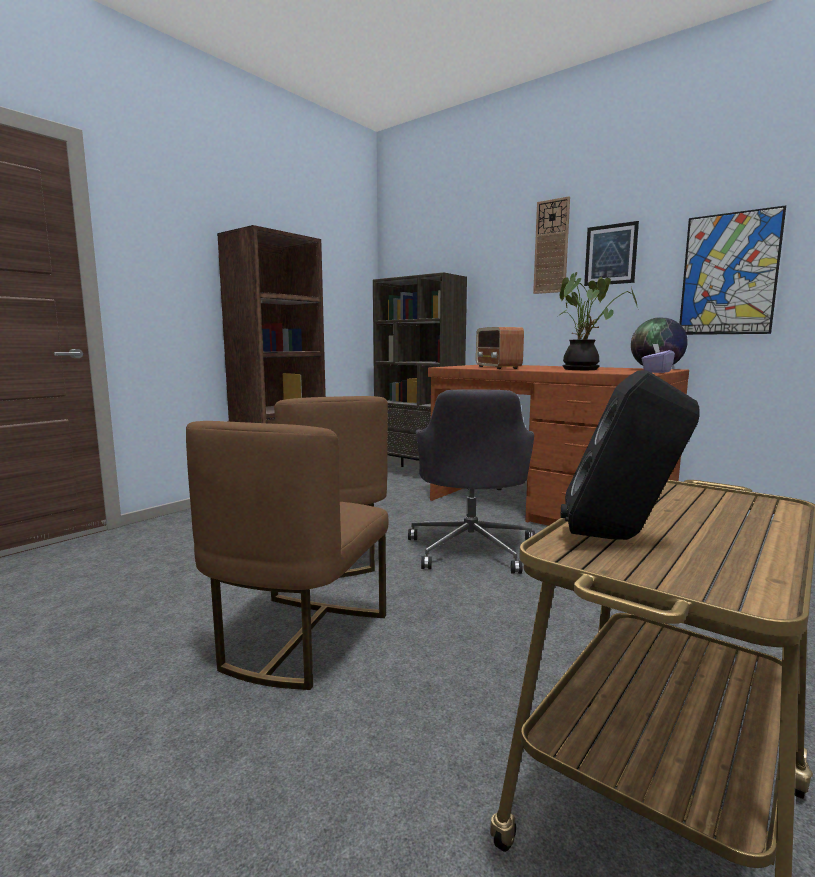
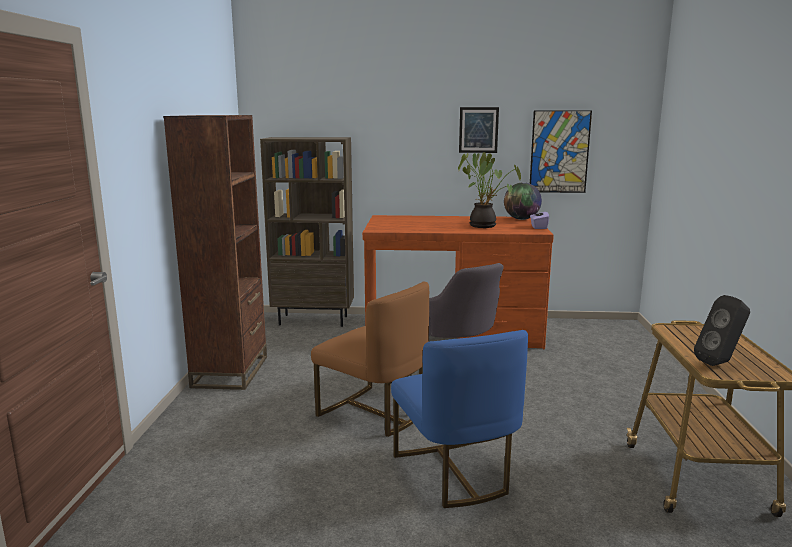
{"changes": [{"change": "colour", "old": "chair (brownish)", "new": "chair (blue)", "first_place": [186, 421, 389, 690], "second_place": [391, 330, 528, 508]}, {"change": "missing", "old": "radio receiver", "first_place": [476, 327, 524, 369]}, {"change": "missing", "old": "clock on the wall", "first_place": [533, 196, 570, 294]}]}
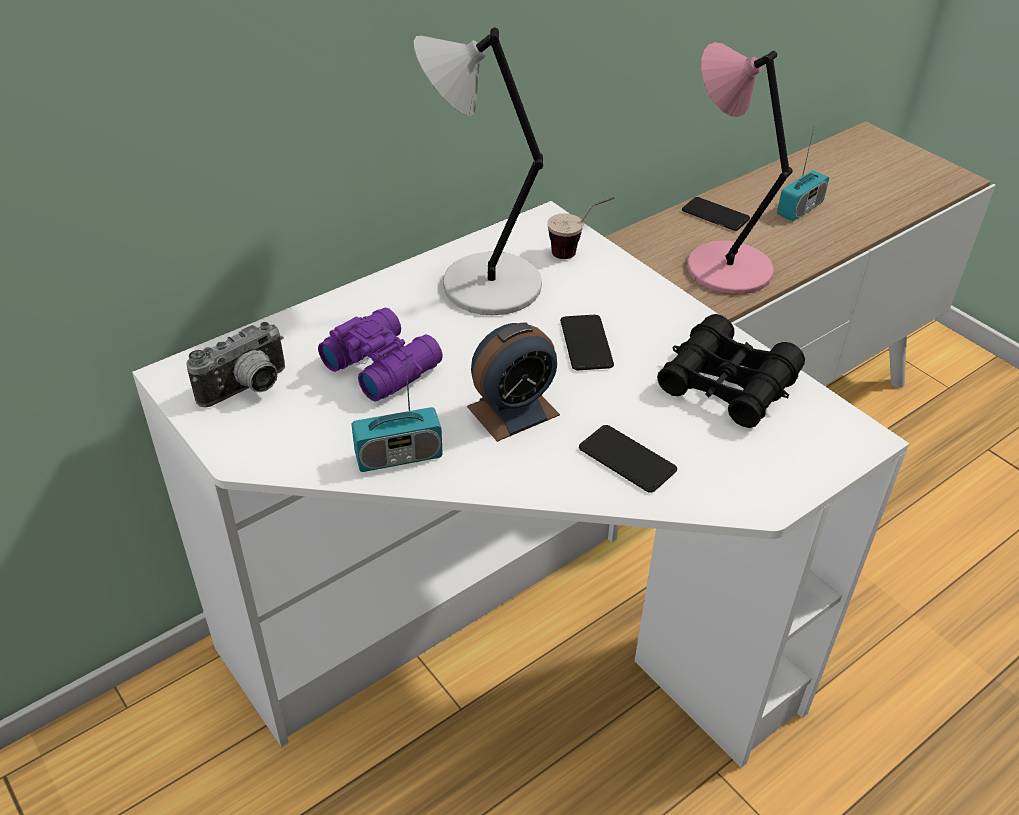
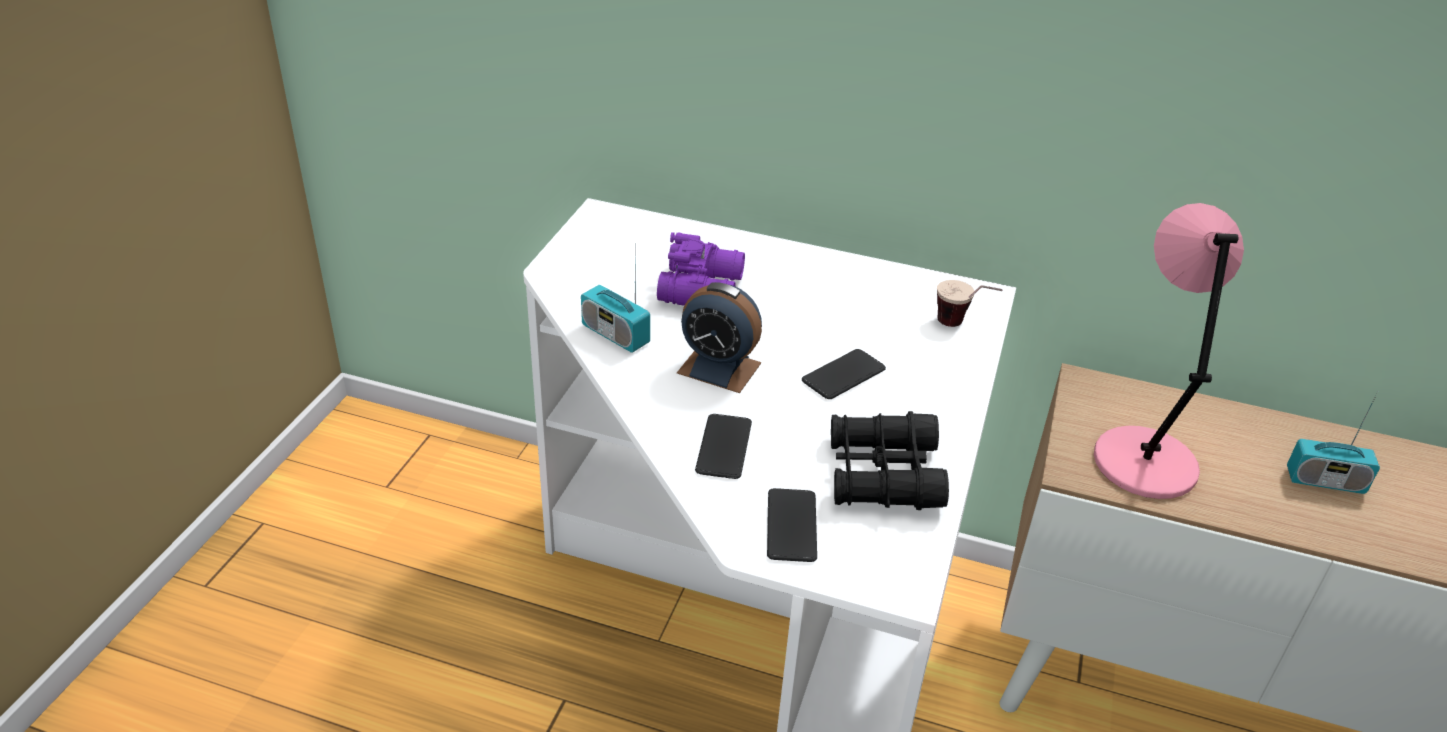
{"changes": [{"change": "missing", "old": "still camera", "first_place": [186, 322, 285, 407]}, {"change": "missing", "old": "tabletop lamp (greyish)", "first_place": [414, 28, 543, 315]}, {"change": "relocated", "old": "telephone", "first_place": [682, 197, 750, 231], "second_place": [767, 488, 817, 562]}]}
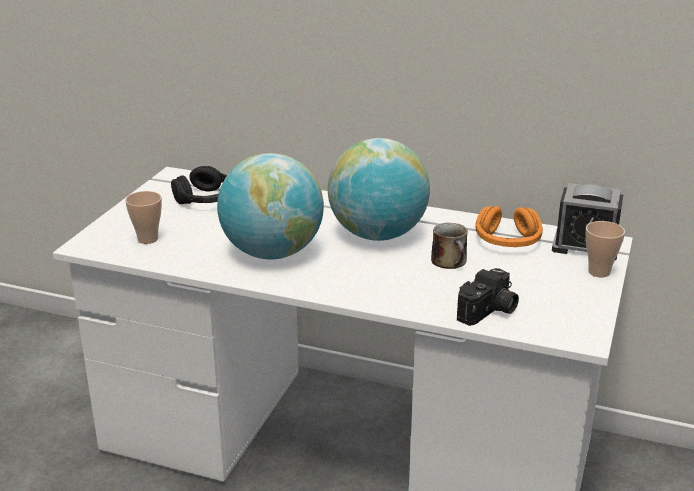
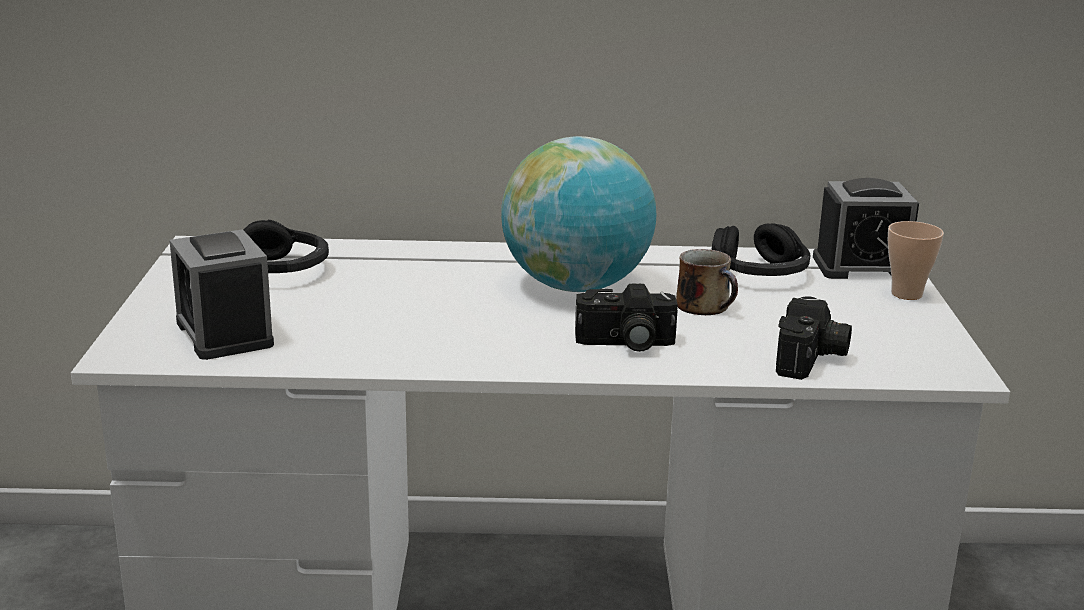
{"changes": [{"change": "exchanged", "old": "small cup", "new": "bedside clock", "first_place": [125, 191, 162, 244], "second_place": [169, 229, 274, 360]}, {"change": "missing", "old": "desk globe", "first_place": [217, 153, 324, 259]}, {"change": "colour", "old": "headphones (orange-coloured)", "new": "headphones (black-coloured)", "first_place": [475, 206, 543, 247], "second_place": [711, 223, 810, 276]}, {"change": "appeared", "new": "still camera", "second_place": [575, 284, 678, 352]}]}
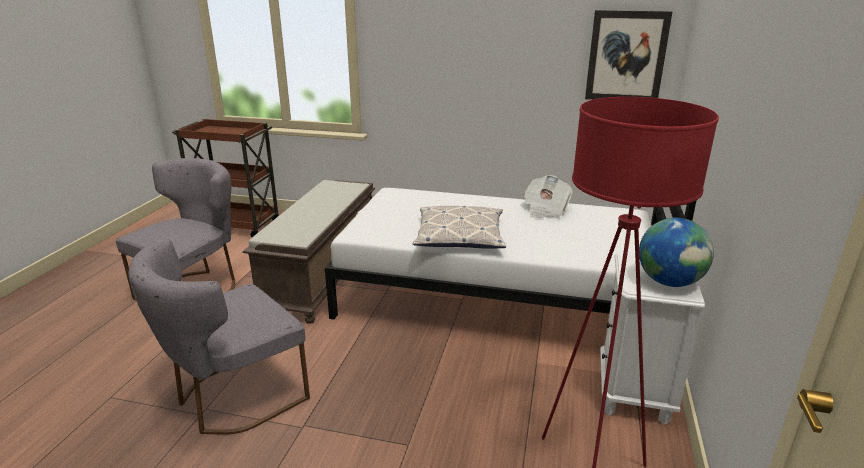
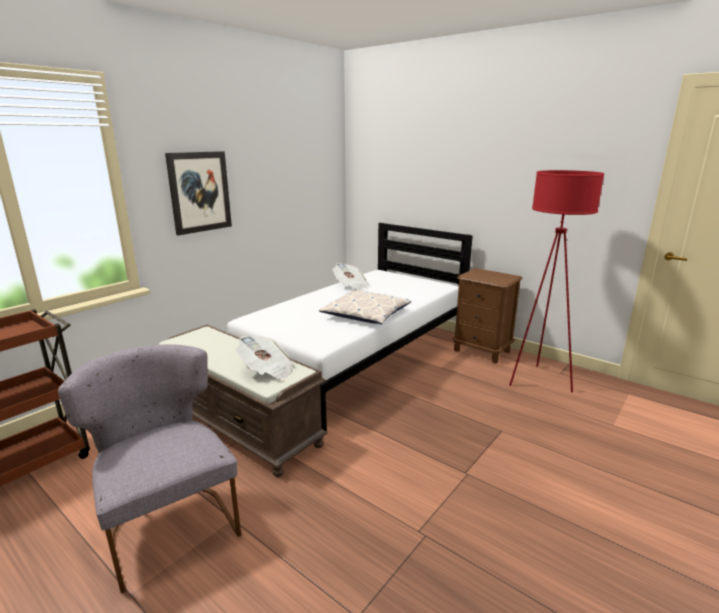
{"changes": [{"change": "missing", "old": "chair (greyish)", "first_place": [129, 238, 310, 435]}, {"change": "relocated", "old": "picture", "first_place": [585, 10, 672, 100], "second_place": [165, 151, 232, 235]}, {"change": "colour", "old": "night table (white-coloured)", "new": "night table (brownish)", "first_place": [600, 251, 705, 425], "second_place": [452, 268, 522, 363]}, {"change": "missing", "old": "desk globe", "first_place": [639, 218, 714, 287]}, {"change": "appeared", "new": "newspaper", "second_place": [236, 336, 294, 380]}]}
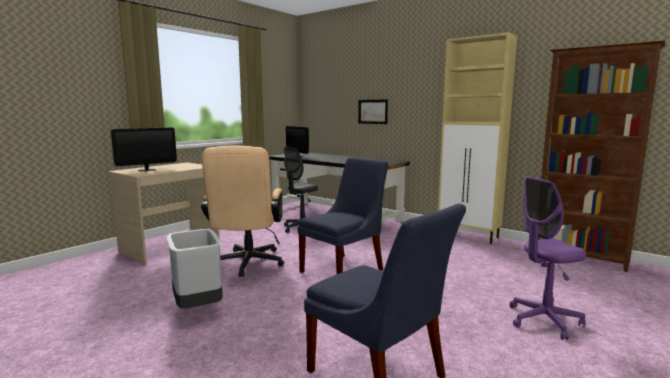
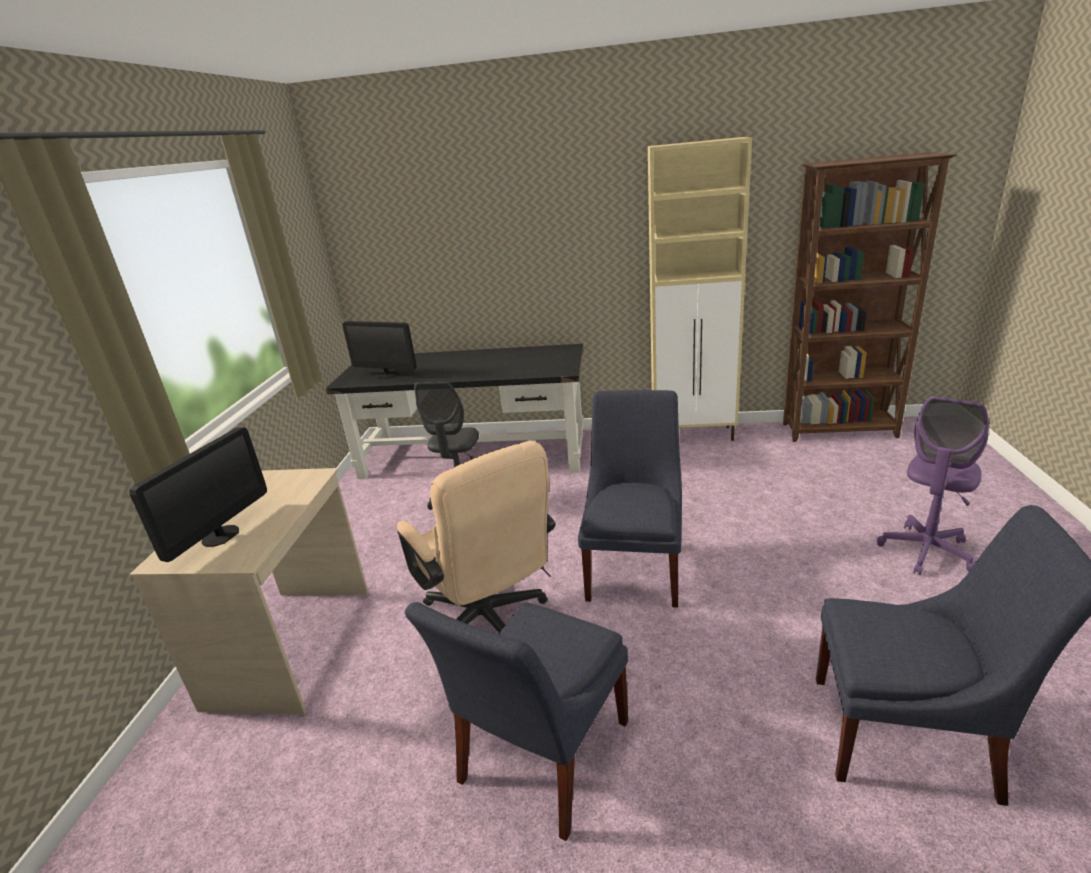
{"changes": [{"change": "exchanged", "old": "rubbish bin (greyish)", "new": "chair (blue)", "first_place": [167, 229, 223, 308], "second_place": [405, 602, 628, 841]}, {"change": "missing", "old": "picture", "first_place": [358, 99, 388, 124]}]}
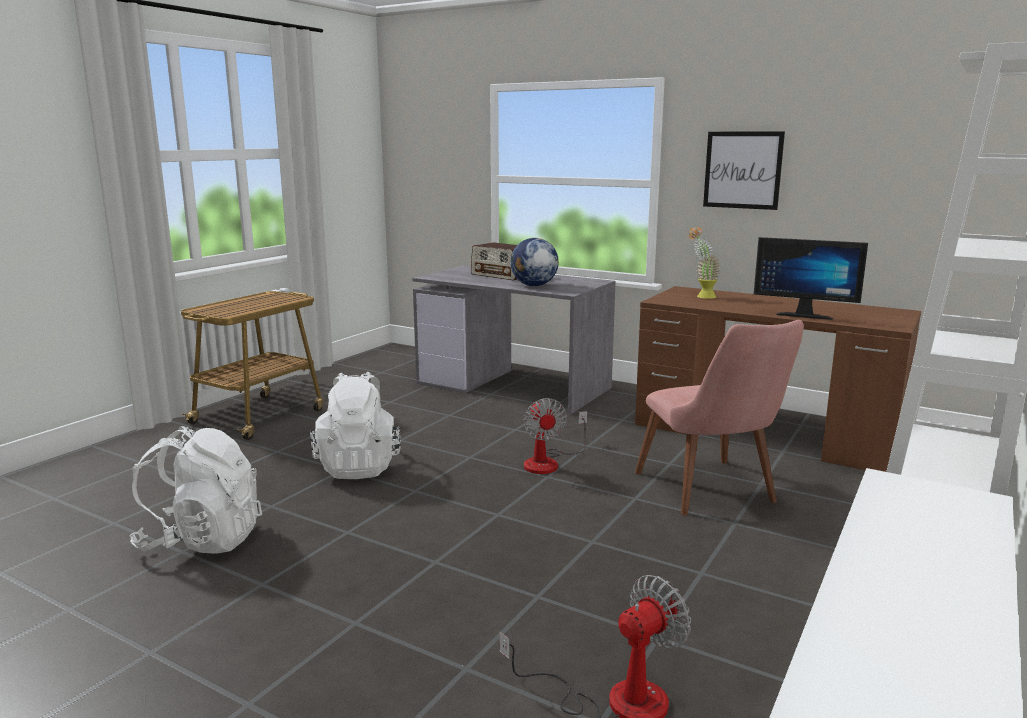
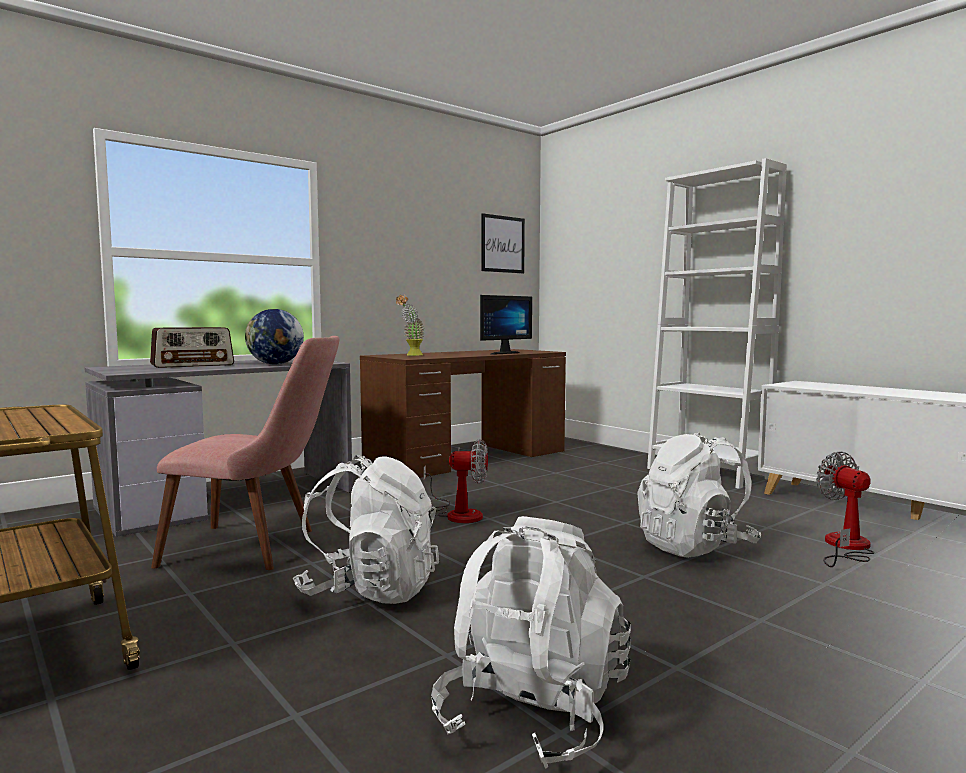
{"changes": [{"change": "relocated", "old": "chair (pinkish)", "first_place": [635, 320, 804, 516], "second_place": [151, 336, 339, 570]}, {"change": "relocated", "old": "picture", "first_place": [703, 132, 785, 210], "second_place": [481, 213, 525, 273]}, {"change": "appeared", "new": "rucksack (white-coloured)", "second_place": [637, 432, 761, 558]}]}
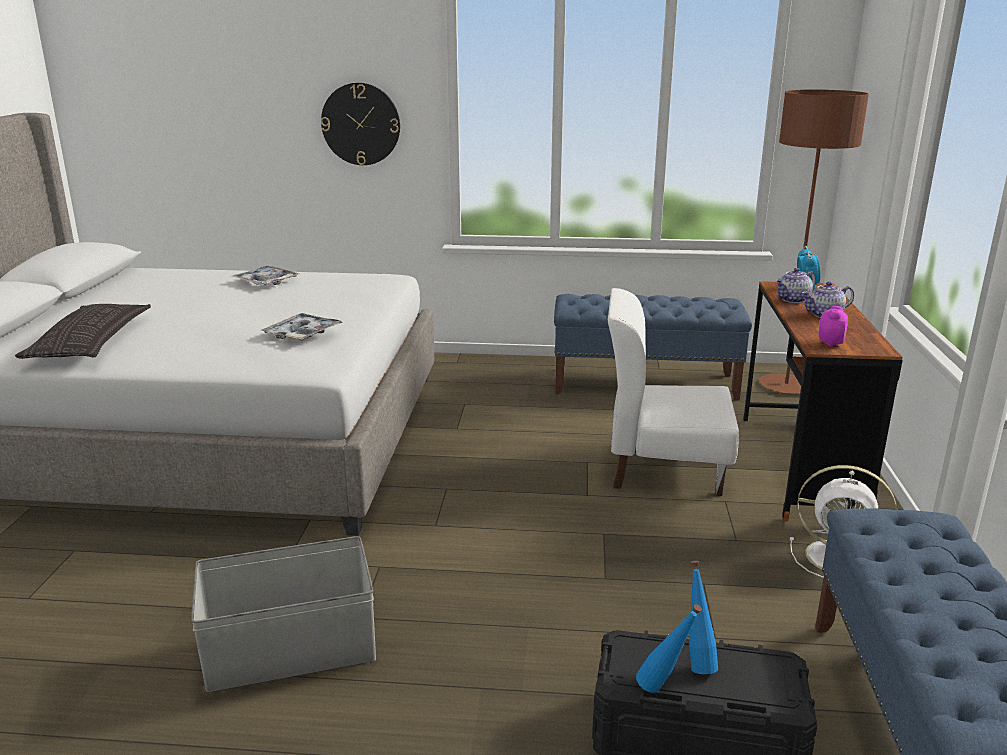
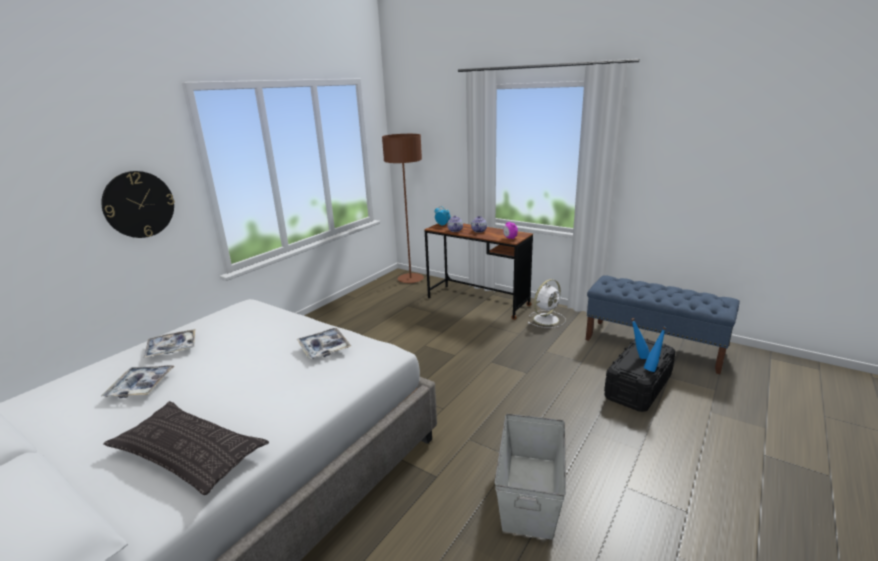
{"changes": [{"change": "missing", "old": "indoor bench (blue)", "first_place": [554, 294, 752, 401]}, {"change": "missing", "old": "chair (white-coloured)", "first_place": [608, 288, 739, 496]}, {"change": "appeared", "new": "tray", "second_place": [101, 365, 175, 398]}]}
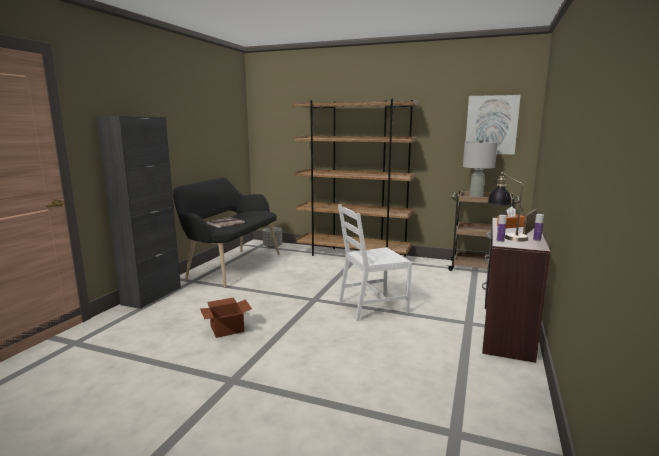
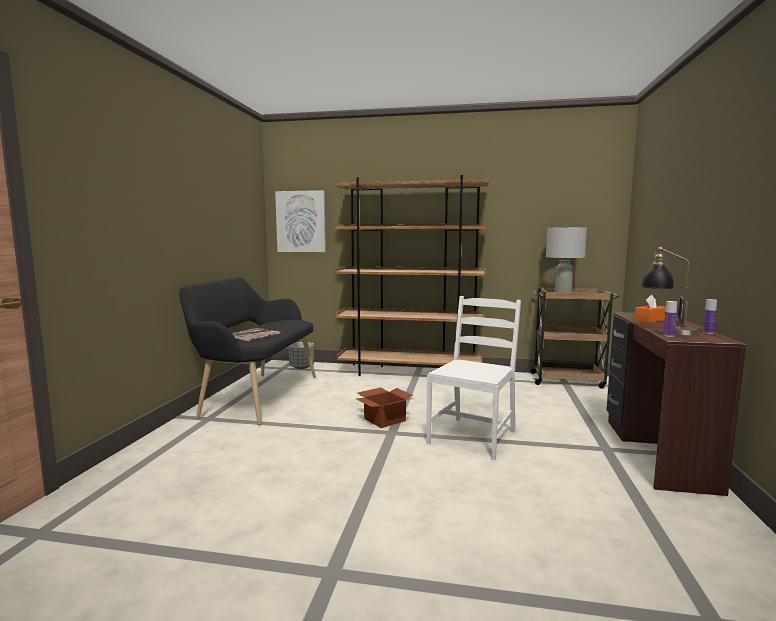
{"changes": [{"change": "missing", "old": "cupboard (black-coloured)", "first_place": [97, 116, 181, 309]}, {"change": "relocated", "old": "packing box", "first_place": [200, 298, 252, 338], "second_place": [357, 387, 413, 428]}, {"change": "spun", "old": "chair (white-coloured)", "first_place": [338, 204, 412, 321], "second_place": [426, 296, 521, 460], "degrees": 150}, {"change": "relocated", "old": "picture", "first_place": [465, 95, 521, 155], "second_place": [275, 190, 326, 252]}]}
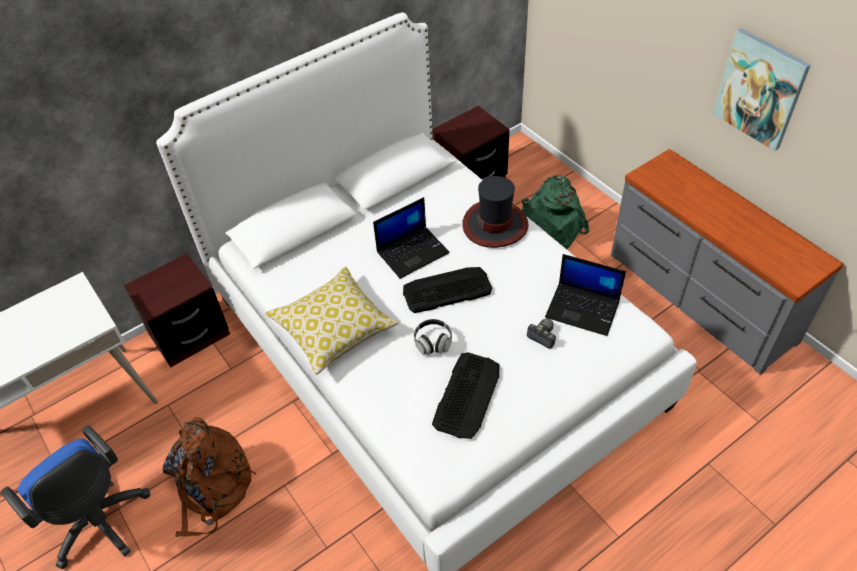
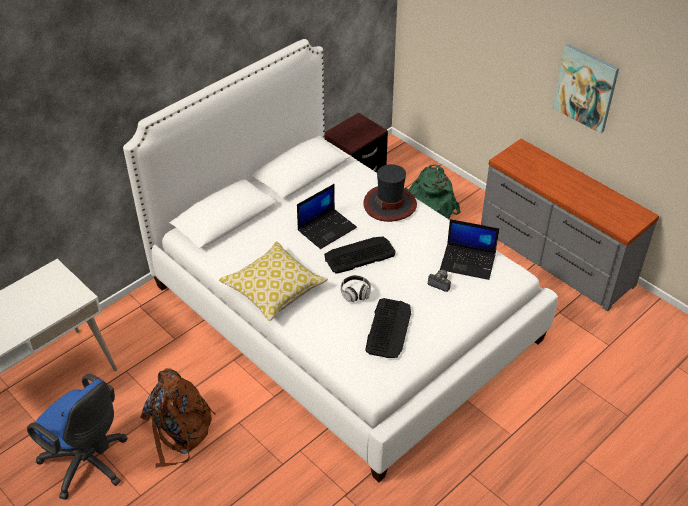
{"changes": [{"change": "missing", "old": "night table (brownish)", "first_place": [124, 253, 230, 368]}]}
